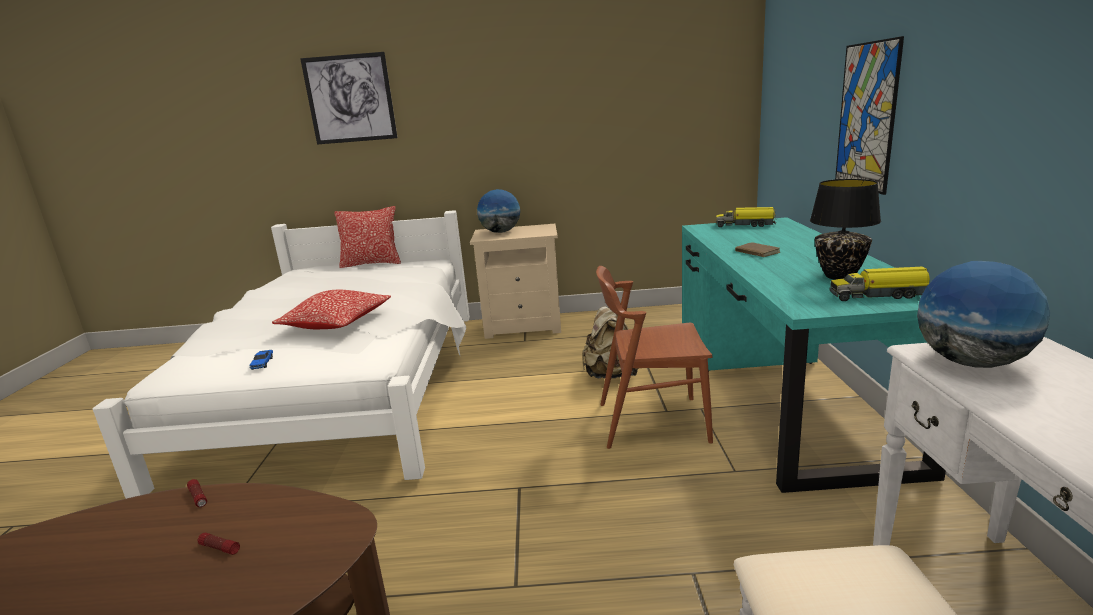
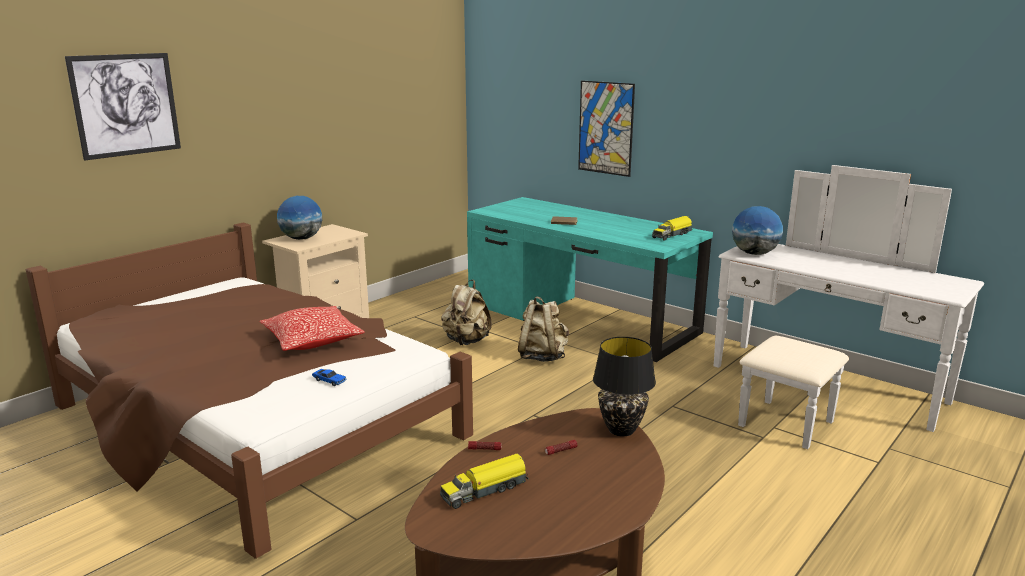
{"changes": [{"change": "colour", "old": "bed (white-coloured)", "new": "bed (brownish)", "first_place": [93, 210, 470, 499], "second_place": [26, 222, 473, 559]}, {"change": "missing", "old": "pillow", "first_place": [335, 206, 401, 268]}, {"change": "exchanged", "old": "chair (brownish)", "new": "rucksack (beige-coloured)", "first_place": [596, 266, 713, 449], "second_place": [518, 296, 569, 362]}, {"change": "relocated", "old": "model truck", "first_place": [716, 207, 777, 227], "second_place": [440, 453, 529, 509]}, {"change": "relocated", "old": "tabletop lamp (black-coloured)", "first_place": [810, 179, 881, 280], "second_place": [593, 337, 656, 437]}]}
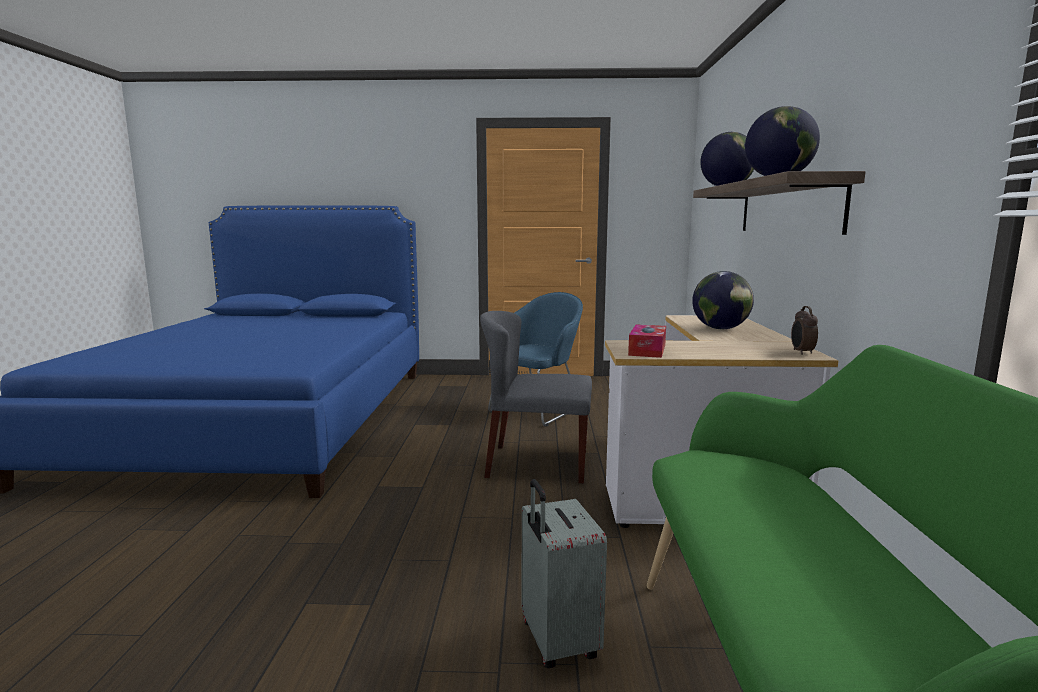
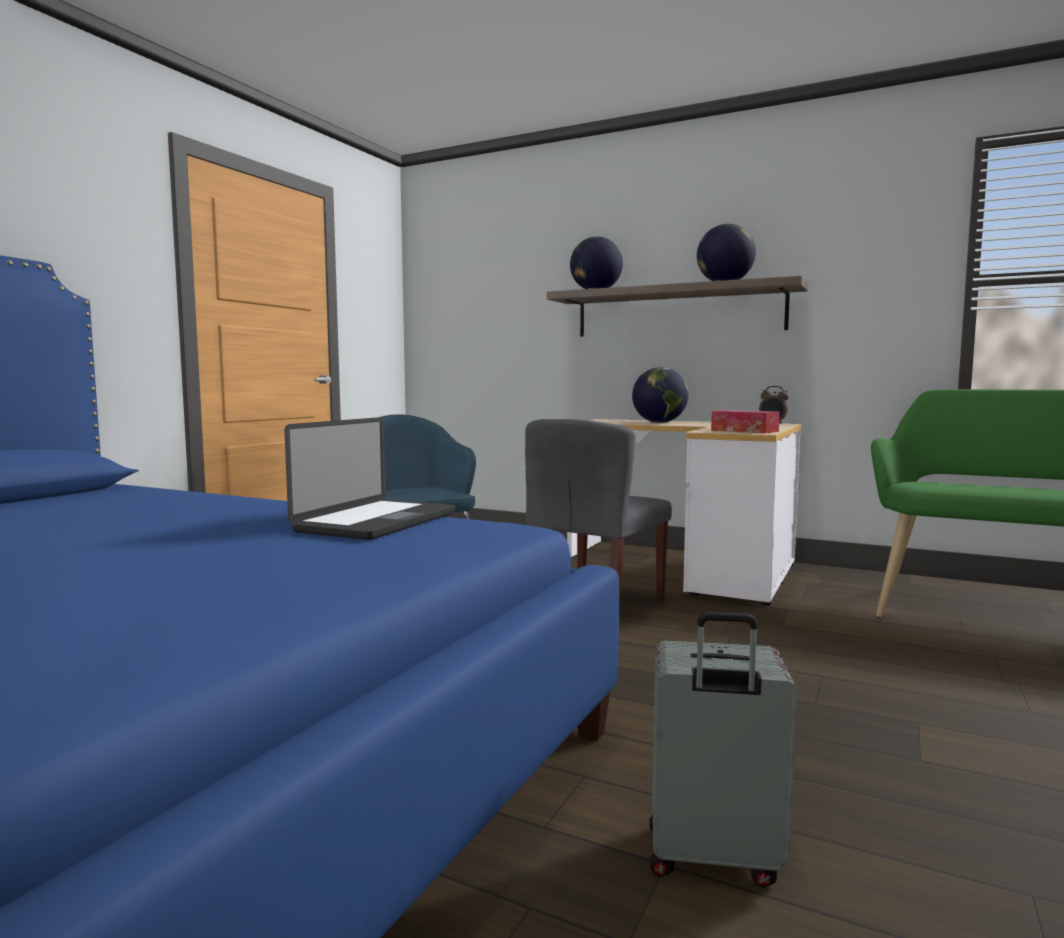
{"changes": [{"change": "relocated", "old": "travel case (greyish)", "first_place": [522, 479, 607, 668], "second_place": [649, 612, 798, 887]}, {"change": "appeared", "new": "notebook computer", "second_place": [285, 417, 455, 540]}]}
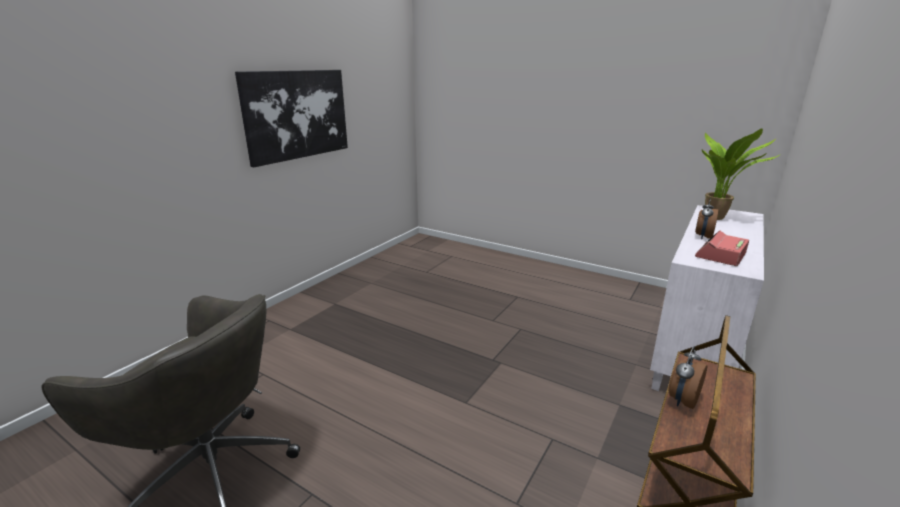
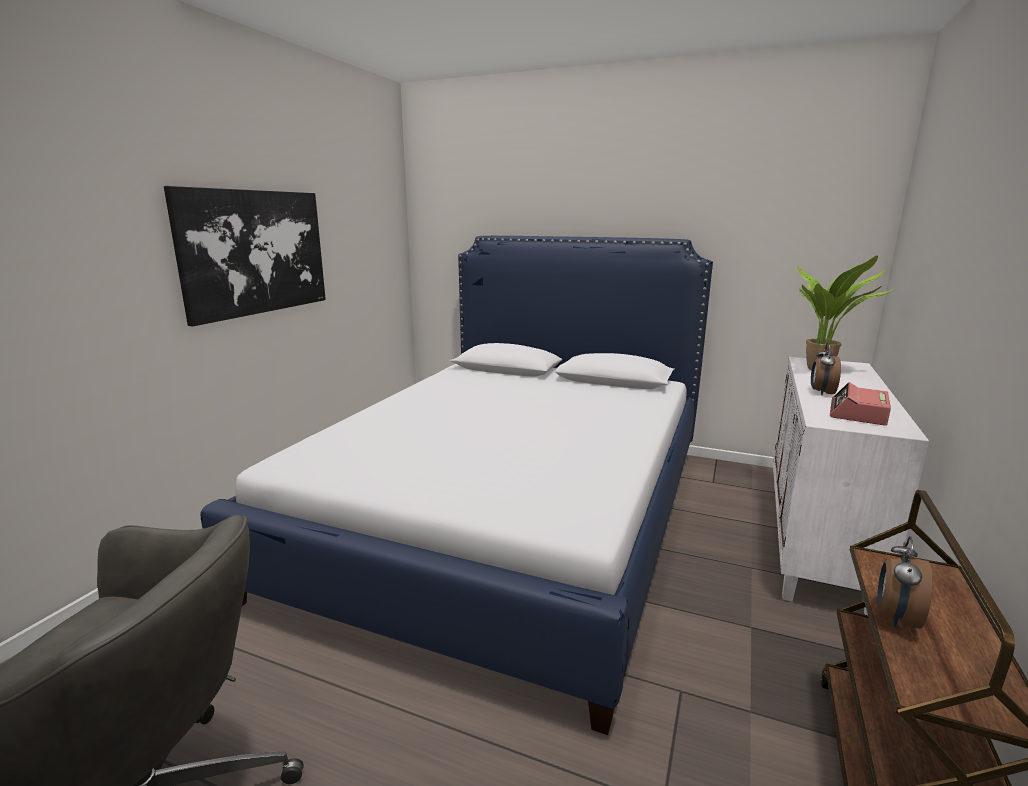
{"changes": [{"change": "appeared", "new": "bed", "second_place": [200, 236, 713, 735]}]}
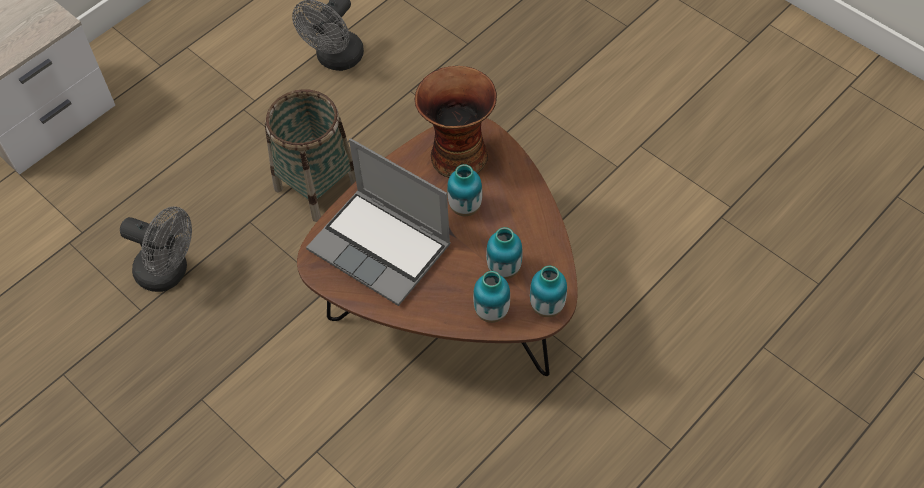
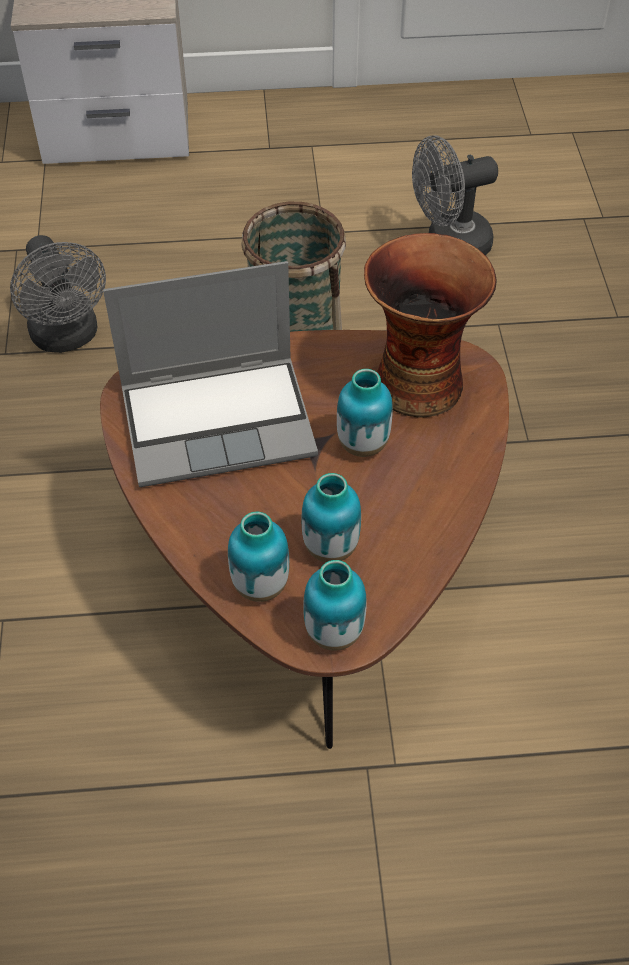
{"changes": [{"change": "spun", "old": "notebook computer", "first_place": [306, 139, 451, 306], "second_place": [103, 261, 318, 487], "degrees": -90}]}
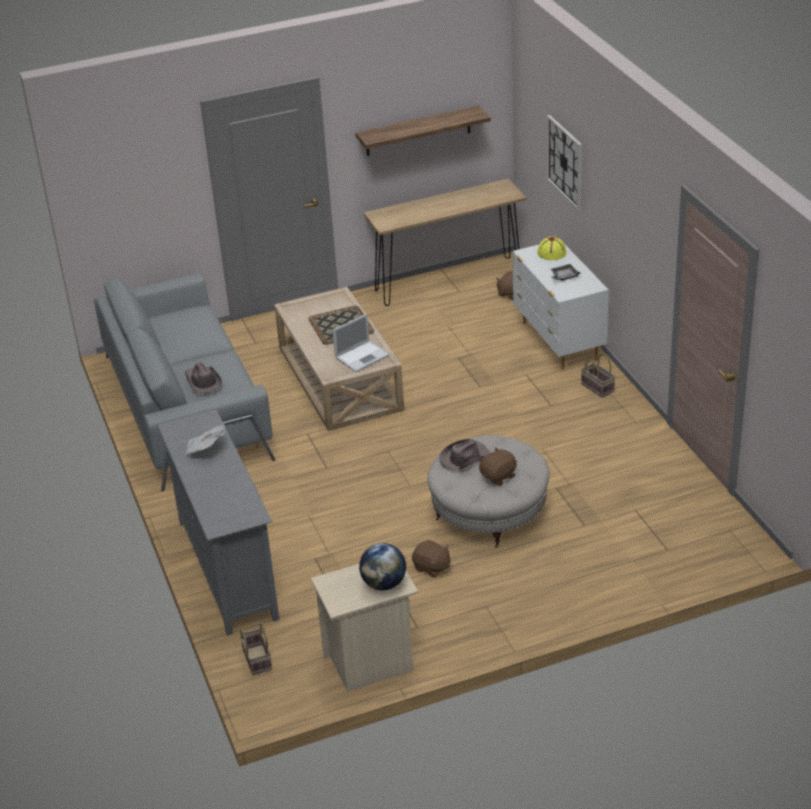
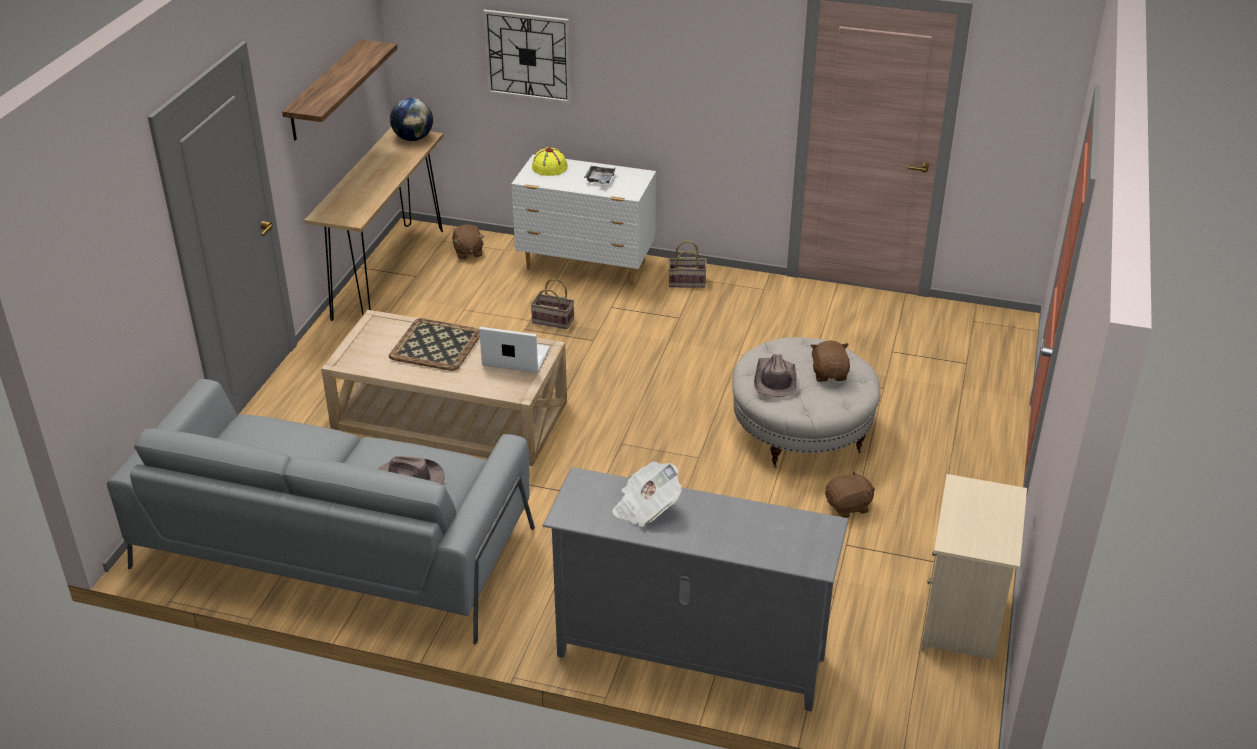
{"changes": [{"change": "relocated", "old": "basket", "first_place": [240, 623, 272, 675], "second_place": [531, 279, 574, 329]}, {"change": "spun", "old": "notebook computer", "first_place": [332, 314, 390, 372], "second_place": [479, 327, 550, 373], "degrees": -75}, {"change": "relocated", "old": "desk globe", "first_place": [359, 543, 406, 590], "second_place": [390, 98, 433, 141]}]}
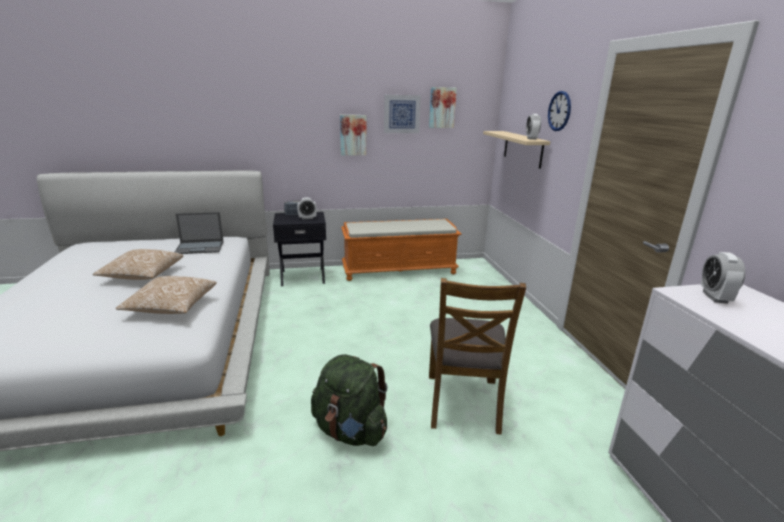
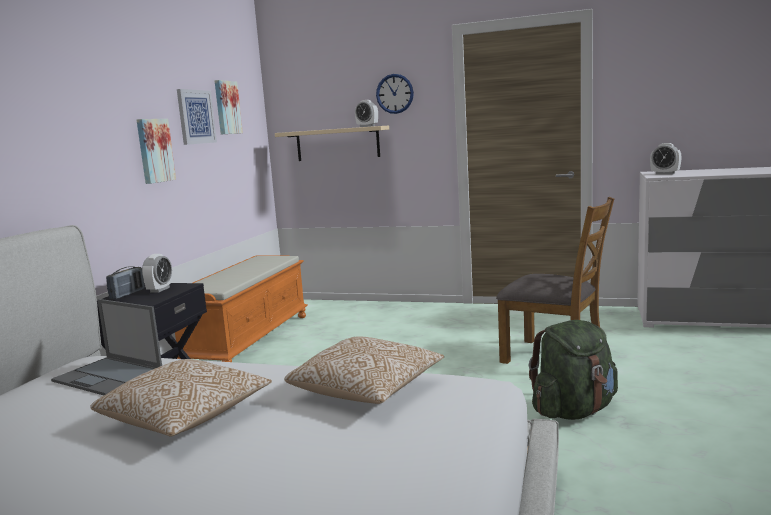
{"changes": [{"change": "spun", "old": "notebook computer", "first_place": [175, 212, 224, 254], "second_place": [51, 299, 162, 395], "degrees": 105}]}
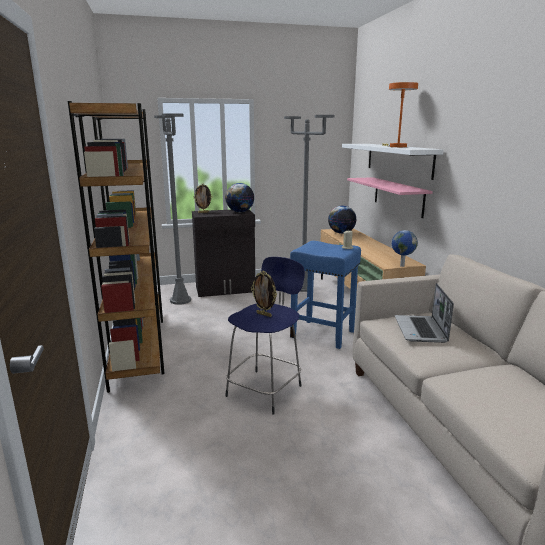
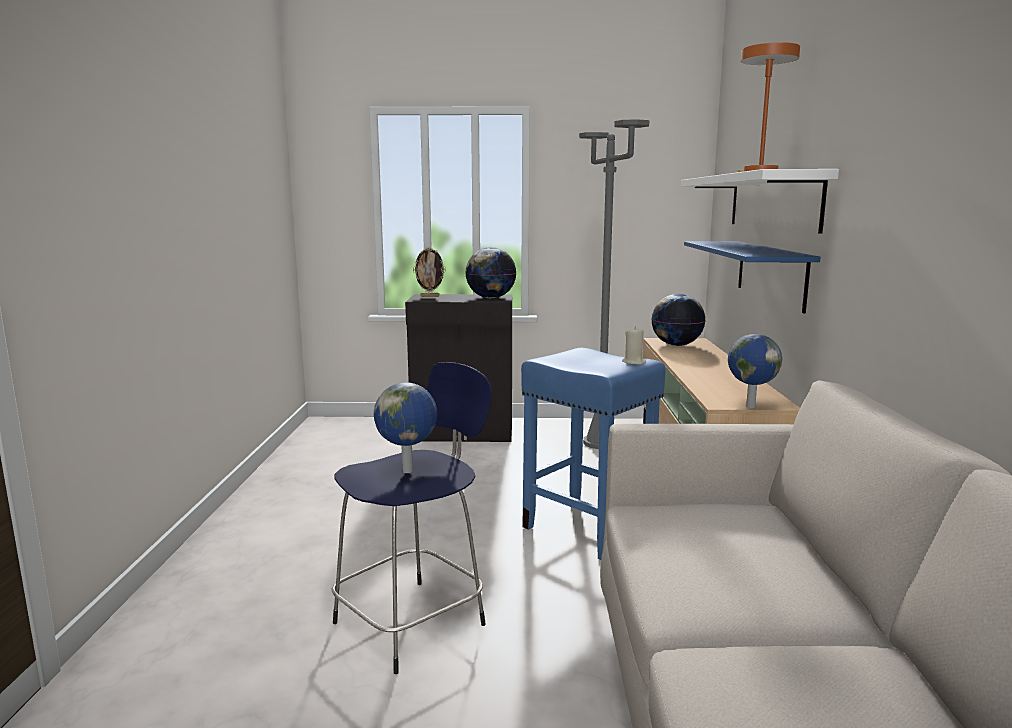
{"changes": [{"change": "missing", "old": "bookshelf (brownish)", "first_place": [68, 101, 164, 393]}, {"change": "missing", "old": "standing lamp (greyish)", "first_place": [154, 113, 191, 305]}, {"change": "exchanged", "old": "standing frame", "new": "desk globe", "first_place": [251, 271, 277, 317], "second_place": [374, 382, 437, 473]}, {"change": "colour", "old": "wall shelf (pinkish)", "new": "wall shelf (blue)", "first_place": [347, 177, 433, 218], "second_place": [684, 241, 821, 313]}, {"change": "missing", "old": "notebook computer", "first_place": [395, 283, 454, 343]}]}
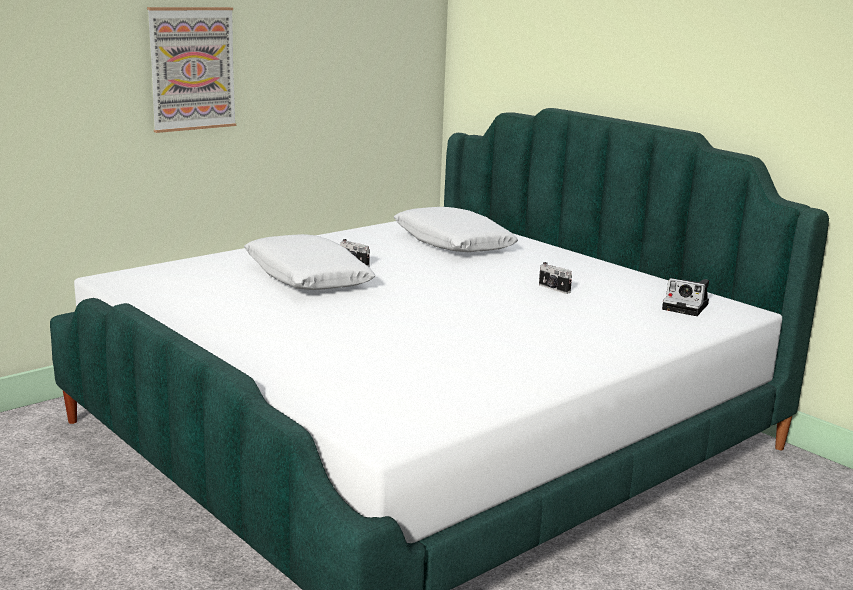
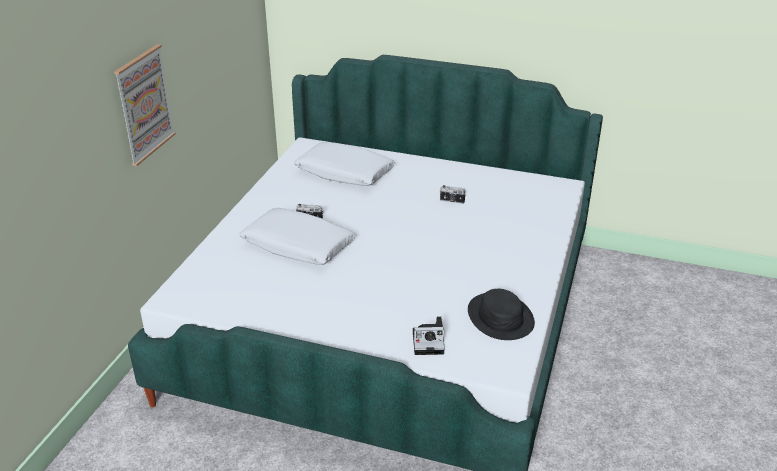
{"changes": [{"change": "relocated", "old": "still camera", "first_place": [662, 278, 709, 316], "second_place": [413, 317, 445, 355]}, {"change": "appeared", "new": "clothing hat (black-coloured)", "second_place": [468, 289, 535, 340]}]}
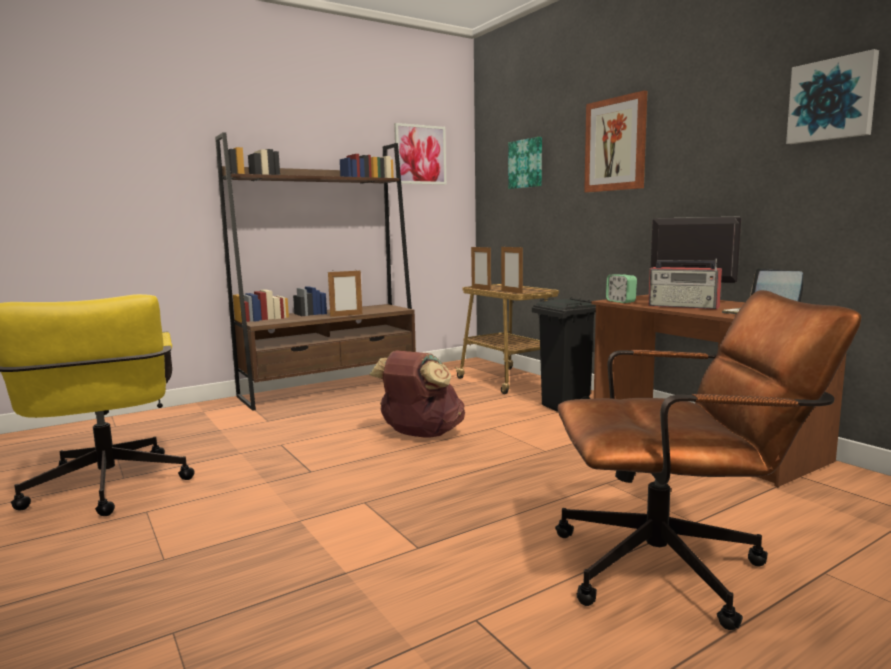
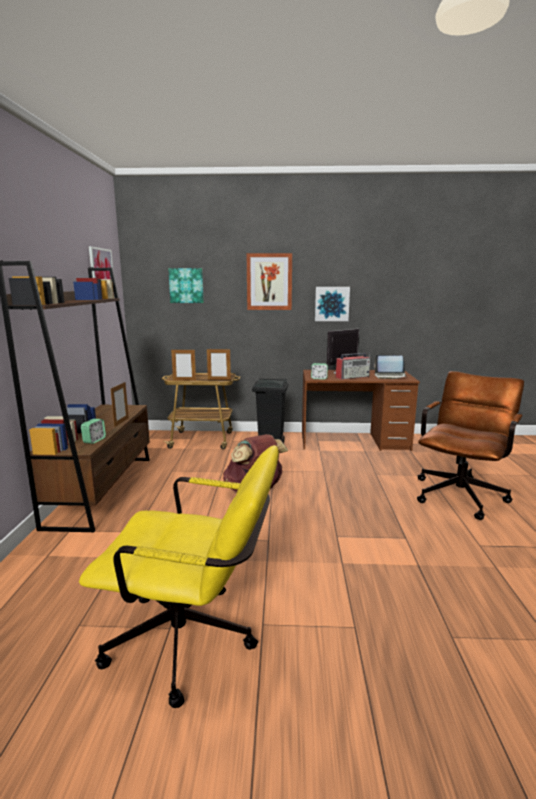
{"changes": [{"change": "relocated", "old": "picture", "first_place": [786, 49, 879, 144], "second_place": [315, 287, 350, 321]}, {"change": "appeared", "new": "bedside clock", "second_place": [81, 419, 106, 444]}]}
